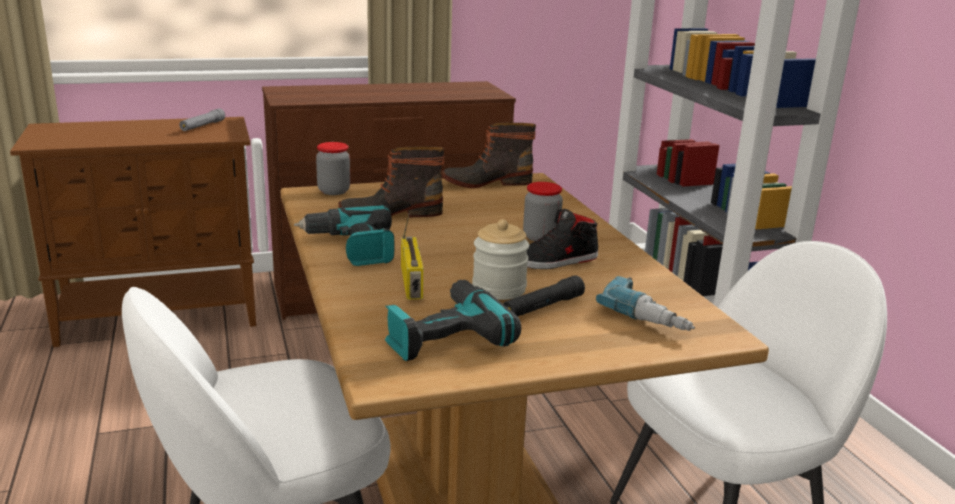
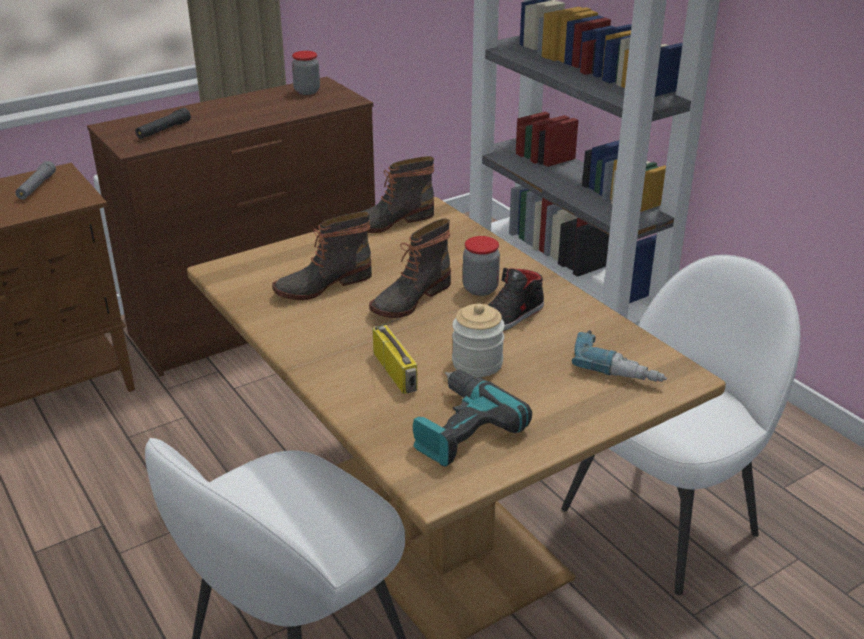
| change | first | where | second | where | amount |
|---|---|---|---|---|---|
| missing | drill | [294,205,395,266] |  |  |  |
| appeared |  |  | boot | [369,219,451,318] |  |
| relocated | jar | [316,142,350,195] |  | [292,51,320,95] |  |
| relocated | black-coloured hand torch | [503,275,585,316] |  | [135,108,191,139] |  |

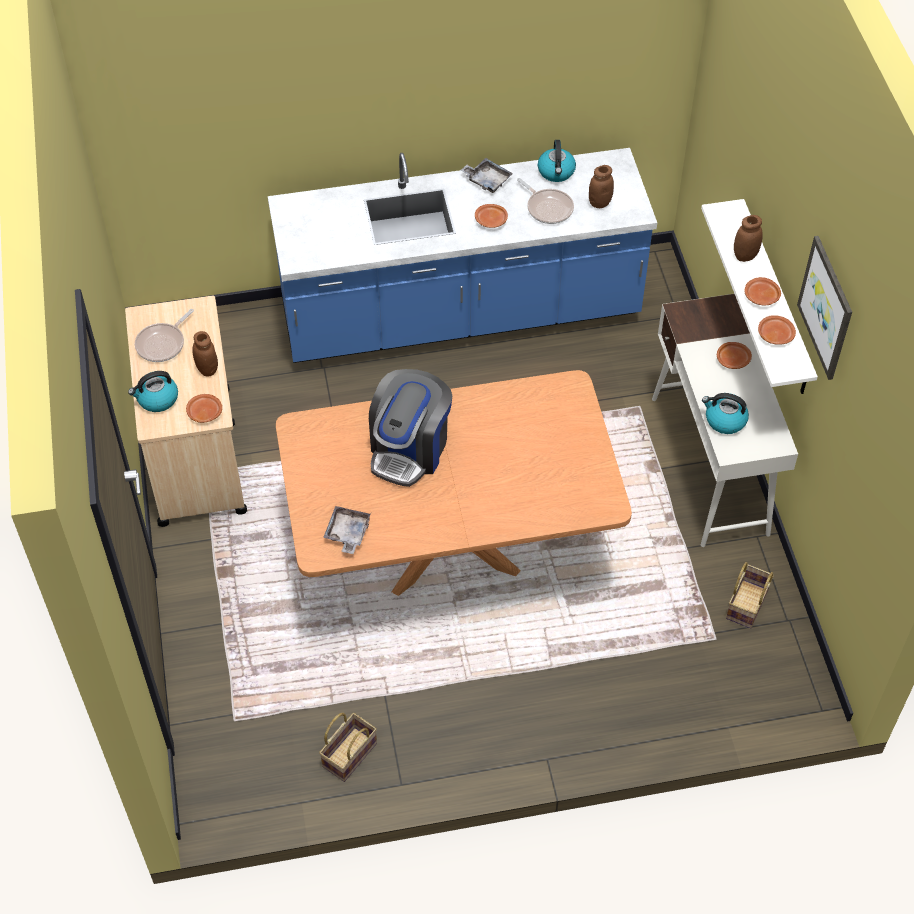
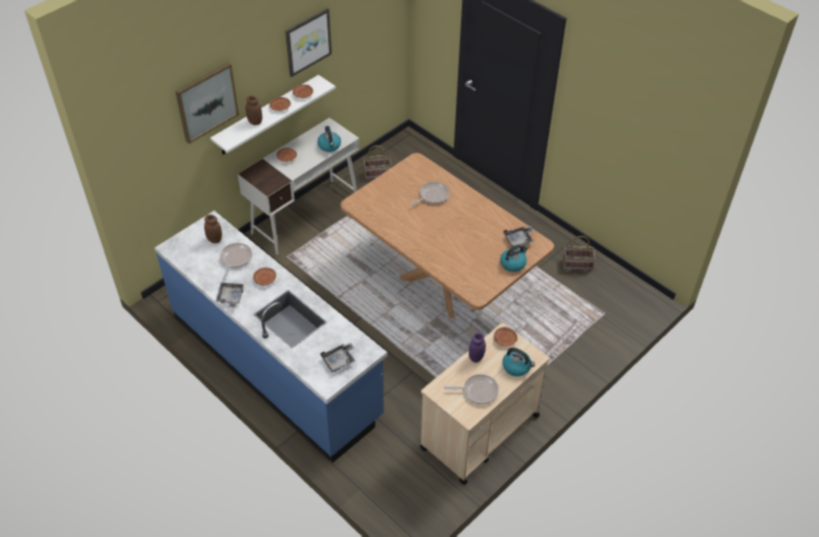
| change | first | where | second | where | amount |
|---|---|---|---|---|---|
| missing | coffee machine | [369,369,452,487] |  |  |  |
| appeared |  |  | wall picture | [175,62,239,144] |  |
| appeared |  |  | gray serving tray | [320,343,355,372] |  |
| appeared |  |  | pan | [410,182,449,206] |  |
| relocated | water kettle | [538,140,576,182] |  | [500,245,528,272] |  |
| colour | brown jar | [192,331,218,376] | purplish jar | [469,332,486,363] |  |

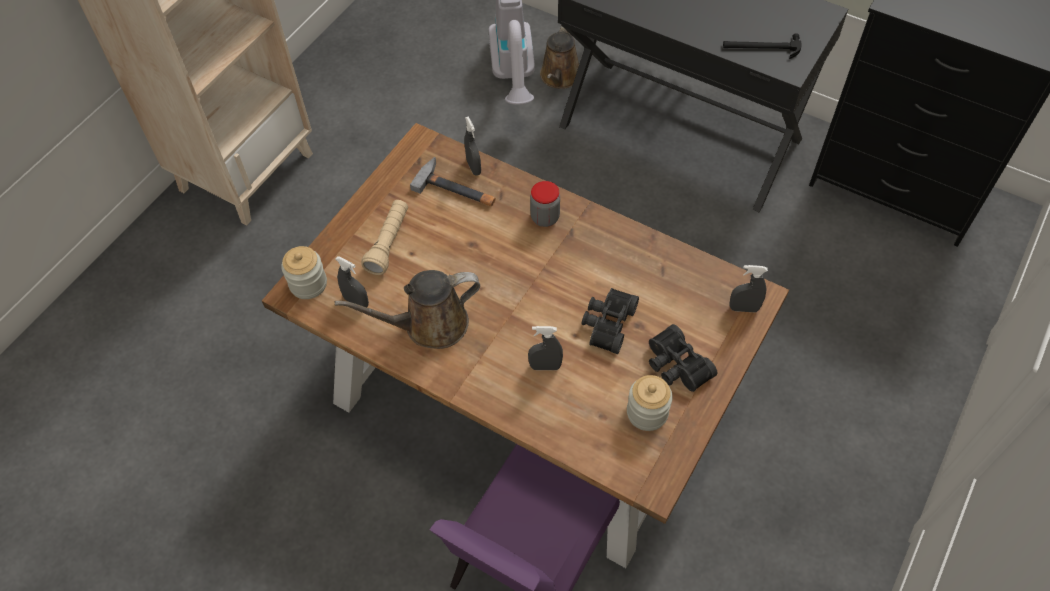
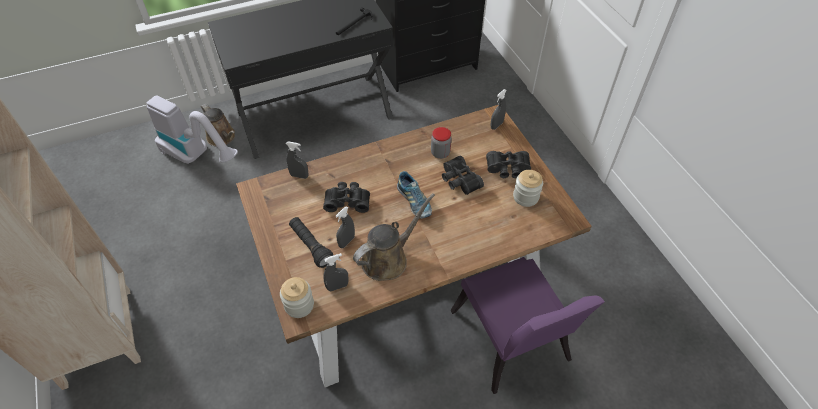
| change | first | where | second | where | amount |
|---|---|---|---|---|---|
| missing | hand hammer | [410,157,496,206] |  |  |  |
| appeared |  |  | black-coloured field glasses | [323,182,370,213] |  |
| appeared |  |  | shoe | [397,171,432,219] |  |
| relocated | gray sprayer | [528,326,563,370] |  | [335,206,355,248] |  |
| relocated | jar | [530,181,560,227] |  | [431,127,452,159] |  |
| colour | beige hand torch | [361,200,408,275] | black-coloured hand torch | [289,217,334,268] |  |
| spun | brown watering pot | [335,270,480,349] |  | [353,193,435,281] | 150 degrees counterclockwise |

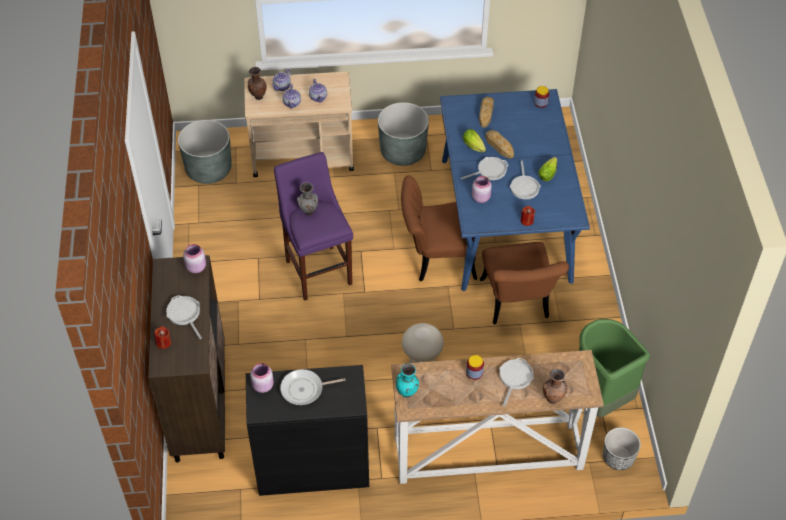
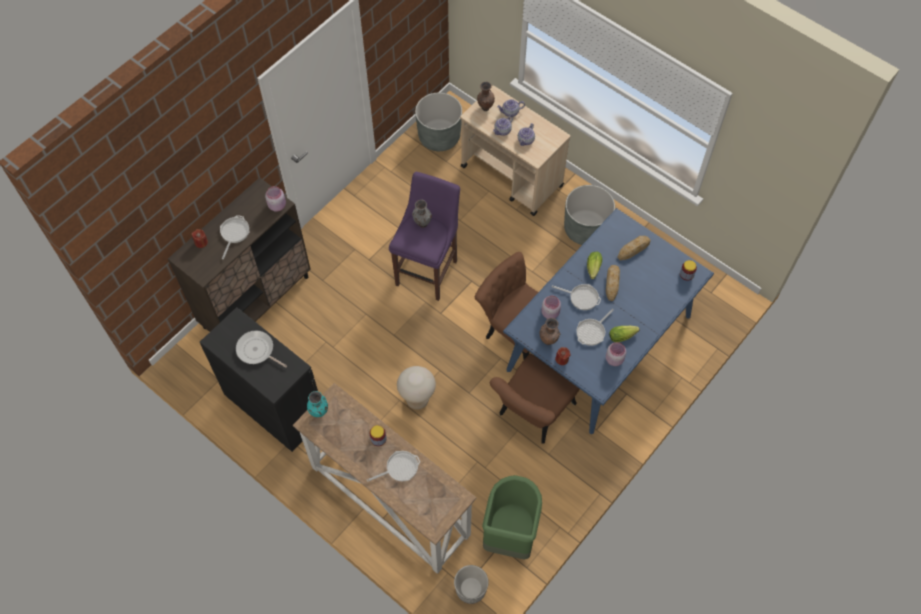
| change | first | where | second | where | amount |
|---|---|---|---|---|---|
| relocated | pink-coloured jar | [250,363,274,393] |  | [606,342,626,366] |  |
| relocated | brown vase | [543,369,568,404] |  | [539,318,560,345] |  |

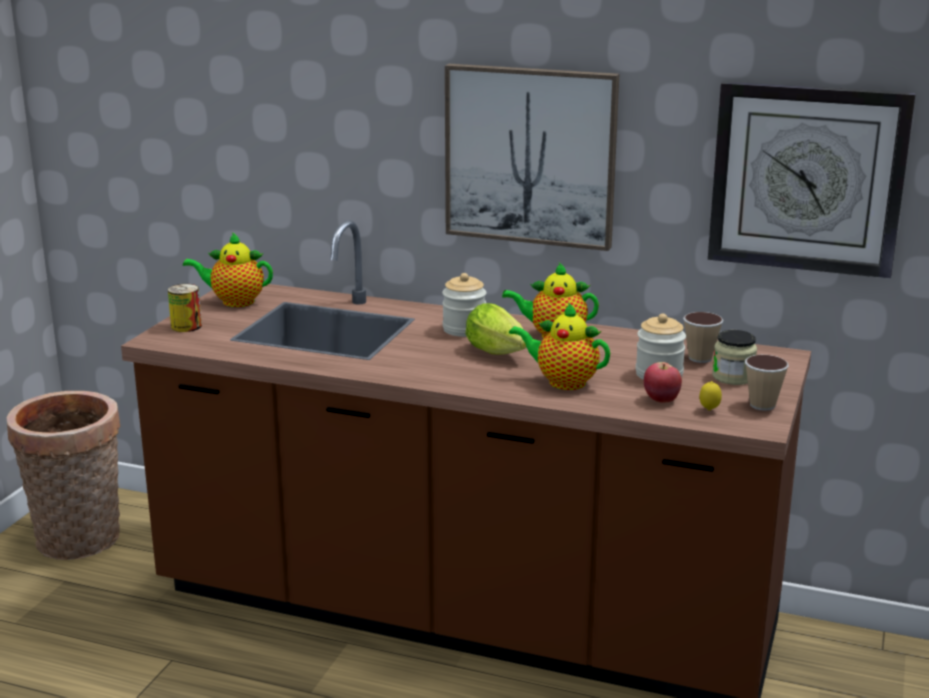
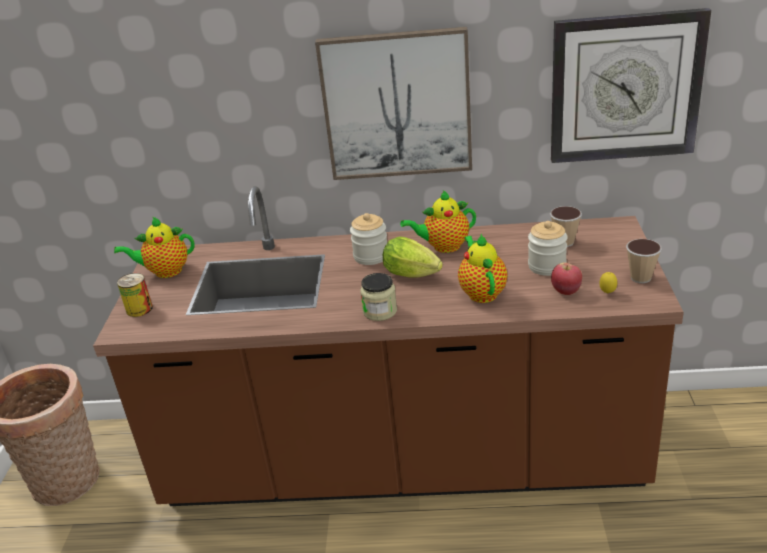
| change | first | where | second | where | amount |
|---|---|---|---|---|---|
| relocated | jar | [712,330,757,385] |  | [360,273,397,321] |  |
| spun | tea pot | [509,302,610,390] |  | [458,234,507,303] | 75 degrees clockwise |

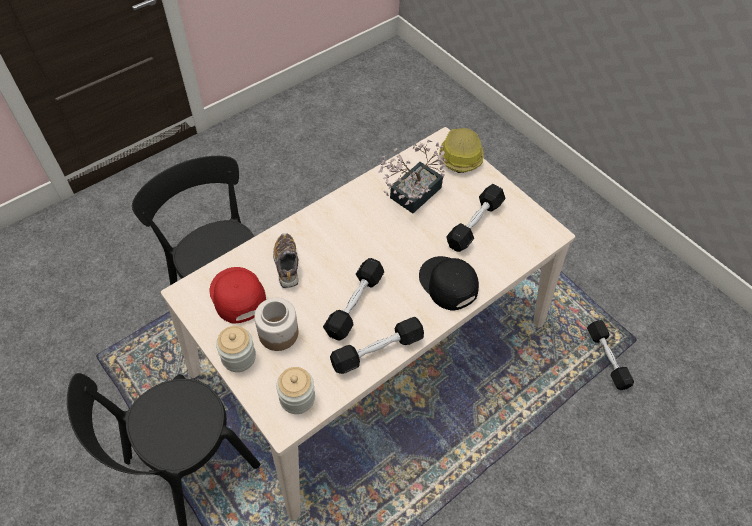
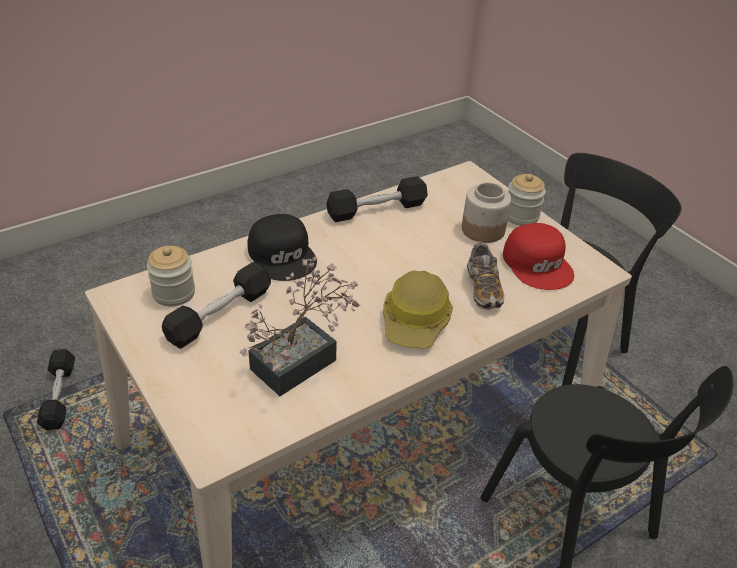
| change | first | where | second | where | amount |
|---|---|---|---|---|---|
| missing | black-coloured hand weight | [323,258,384,340] |  |  |  |
| relocated | jar | [276,367,315,414] |  | [147,246,195,306] |  |
| relocated | hard hat | [439,128,484,173] |  | [383,271,453,349] |  |

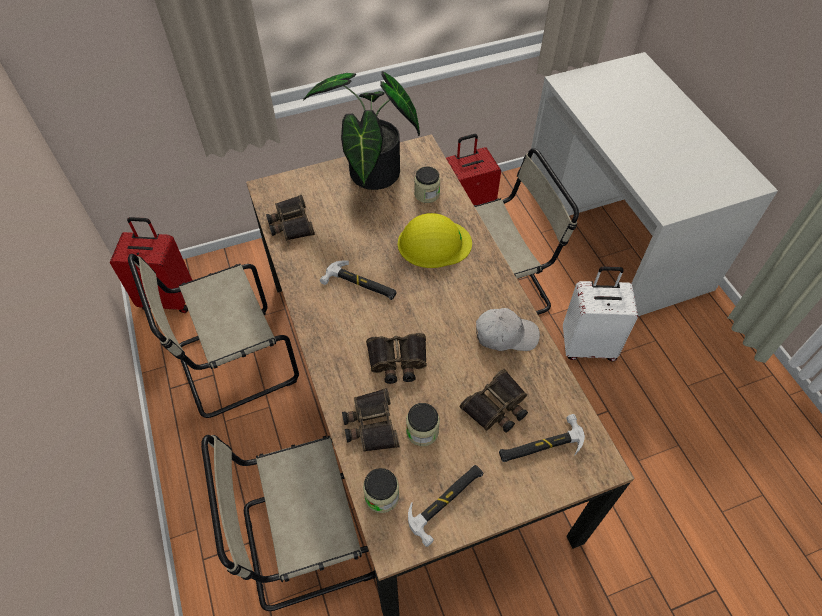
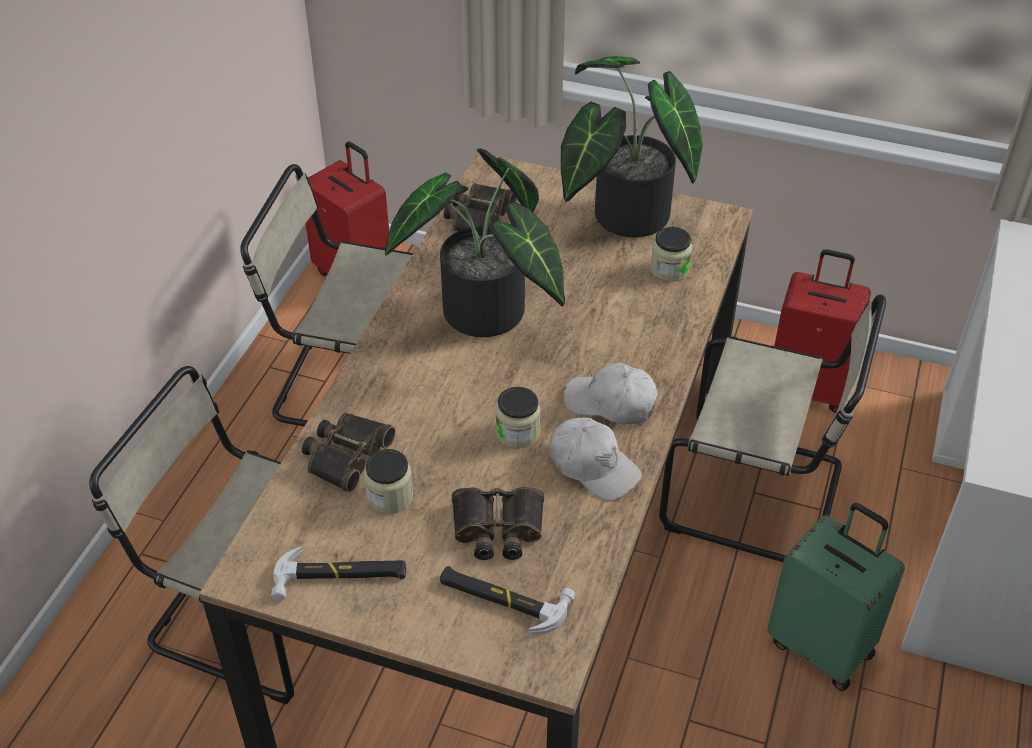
| change | first | where | second | where | amount |
|---|---|---|---|---|---|
| missing | field glasses | [366,333,427,384] |  |  |  |
| missing | yellow-coloured hard hat | [398,213,472,268] |  |  |  |
| appeared |  |  | white baseball cap | [564,363,658,424] |  |
| relocated | jar | [363,468,399,513] |  | [496,387,541,449] |  |
| exchanged | hand hammer | [320,260,396,300] | houseplant | [385,148,565,337] |  |
| colour | white piece of luggage | [563,266,638,361] | greenish piece of luggage | [767,503,905,691] |  |

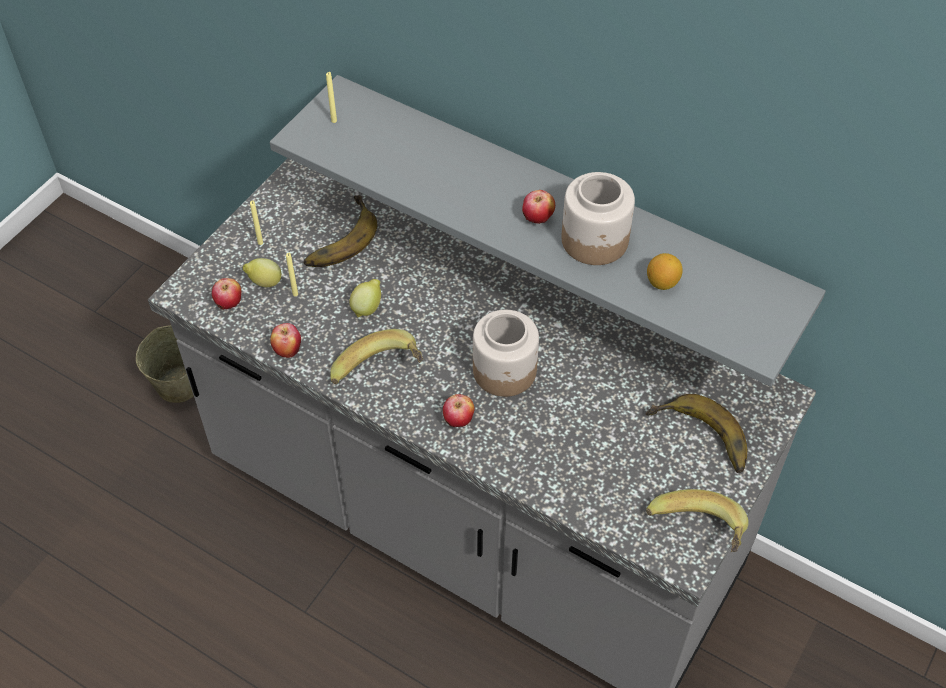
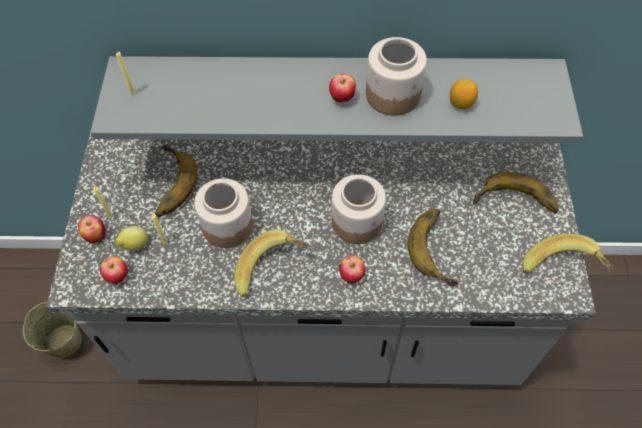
| change | first | where | second | where | amount |
|---|---|---|---|---|---|
| appeared |  |  | banana fruit | [408,209,458,286] |  |
| relocated | apple fruit | [270,323,301,358] |  | [78,215,105,243] |  |
| exchanged | citrus fruit | [350,279,381,317] | jar | [194,178,253,248] |  |

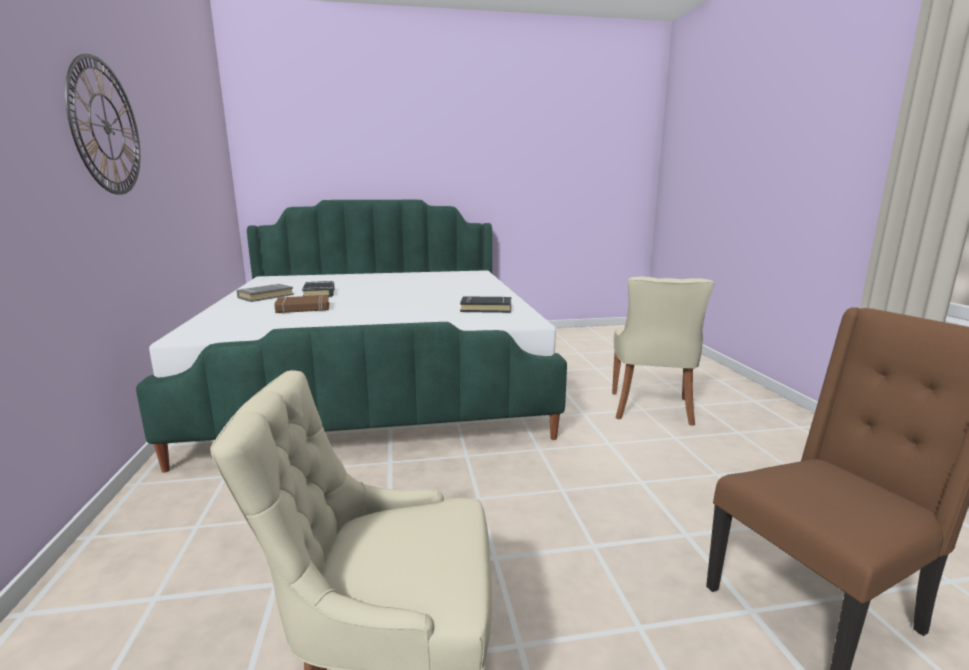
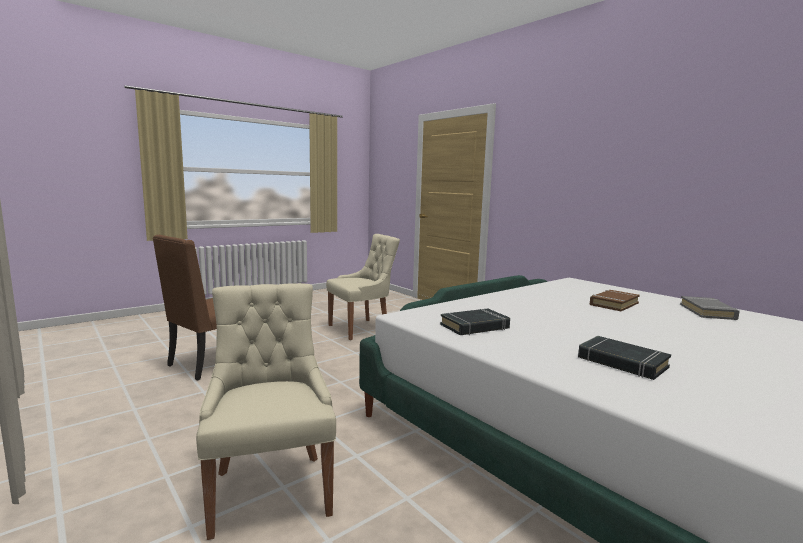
| change | first | where | second | where | amount |
|---|---|---|---|---|---|
| missing | hanging clock | [65,54,140,195] |  |  |  |
| relocated | black-coloured bound book | [302,281,335,297] |  | [578,336,671,380] |  |

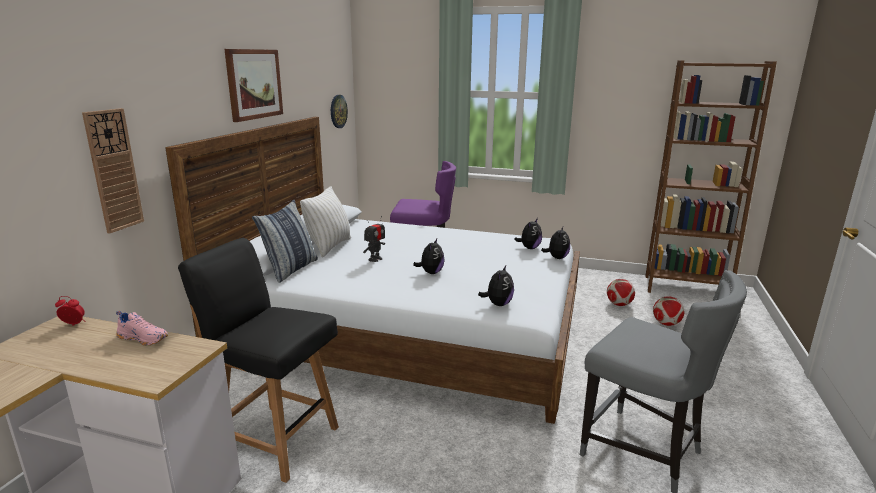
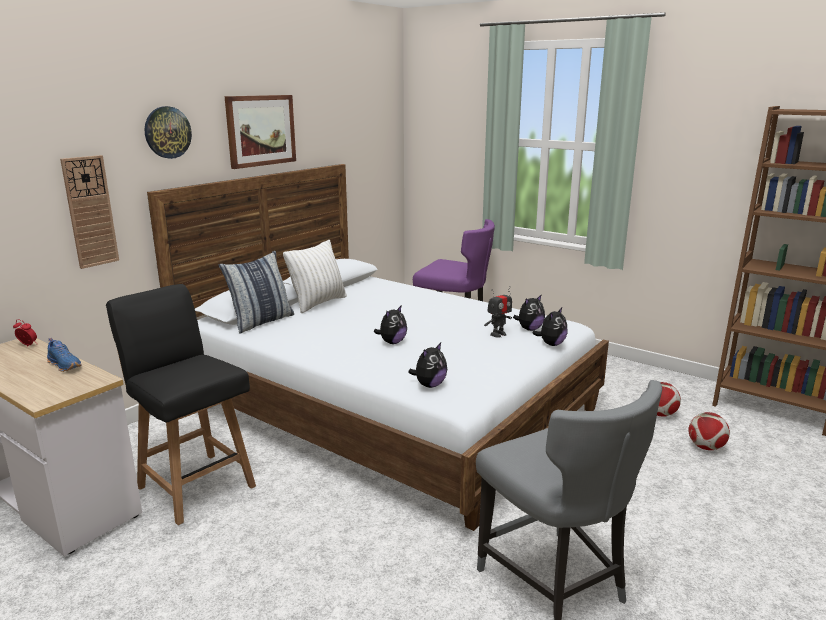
| change | first | where | second | where | amount |
|---|---|---|---|---|---|
| relocated | hanging clock | [331,95,348,128] |  | [145,106,192,159] |  |
| relocated | toy robot | [363,216,385,262] |  | [484,286,512,338] |  |
| colour | pink-coloured shoe | [116,311,168,346] | blue-coloured shoe | [47,338,82,372] |  |

